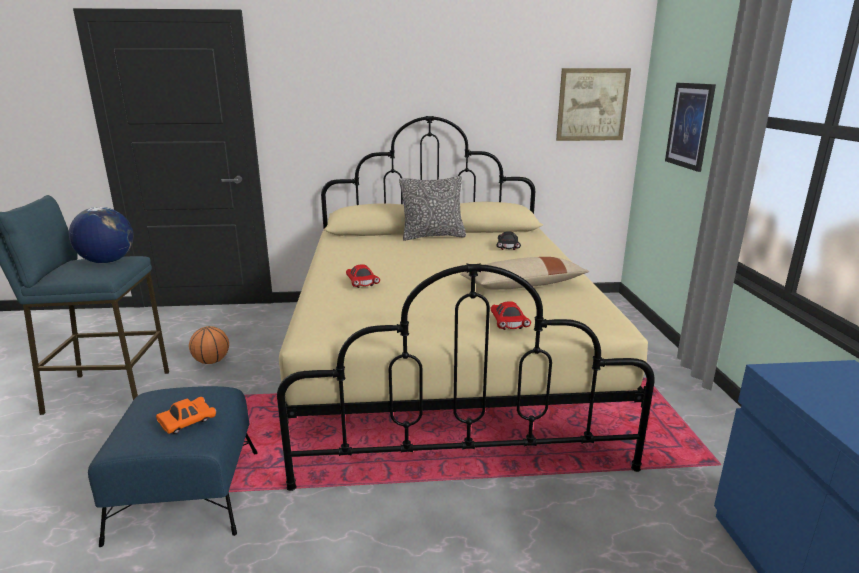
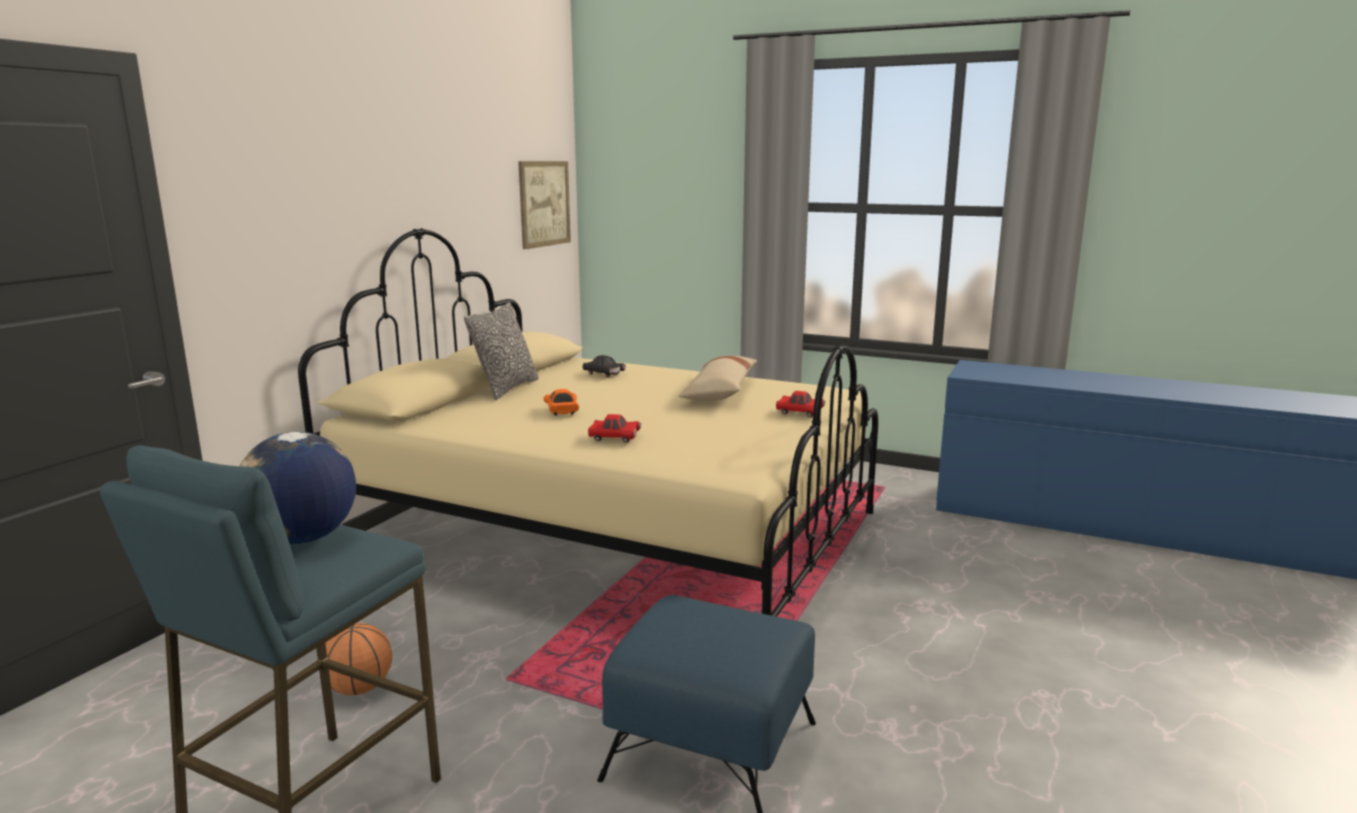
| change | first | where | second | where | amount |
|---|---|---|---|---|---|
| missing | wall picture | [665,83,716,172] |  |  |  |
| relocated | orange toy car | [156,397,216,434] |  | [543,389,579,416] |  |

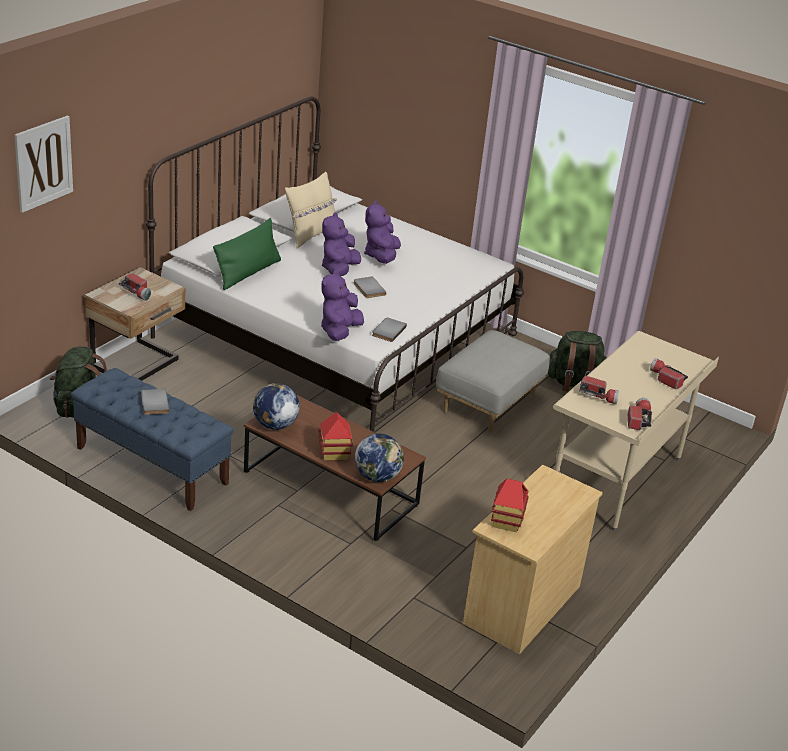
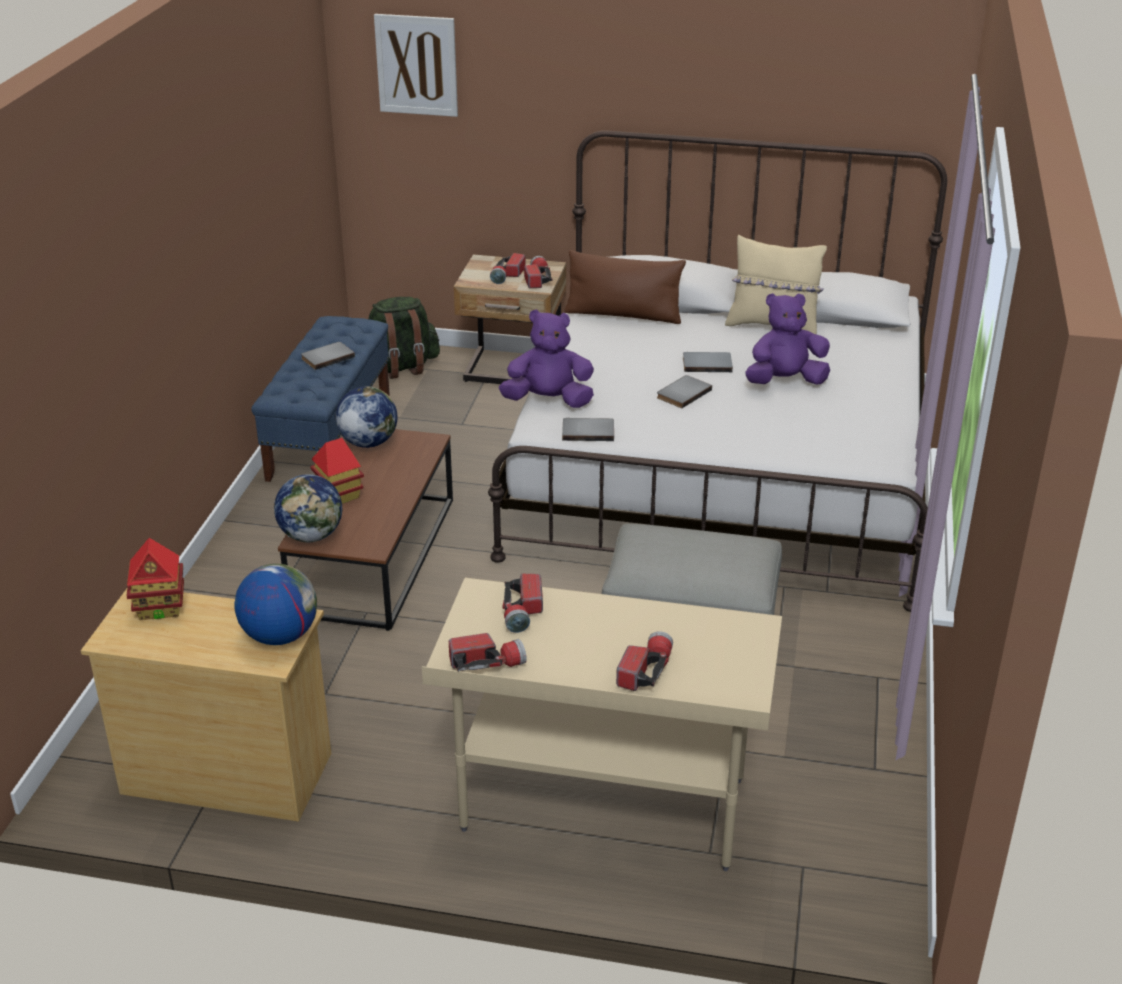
| change | first | where | second | where | amount |
|---|---|---|---|---|---|
| missing | greenish backpack | [548,331,607,392] |  |  |  |
| appeared |  |  | globe | [234,564,317,645] |  |
| appeared |  |  | hand torch | [524,256,552,288] |  |
| exchanged | purplish soft toy | [322,212,361,276] | gray bound book | [683,352,733,372] |  |
| colour | greenish throw pillow | [213,218,281,290] | brown throw pillow | [564,250,686,324] |  |

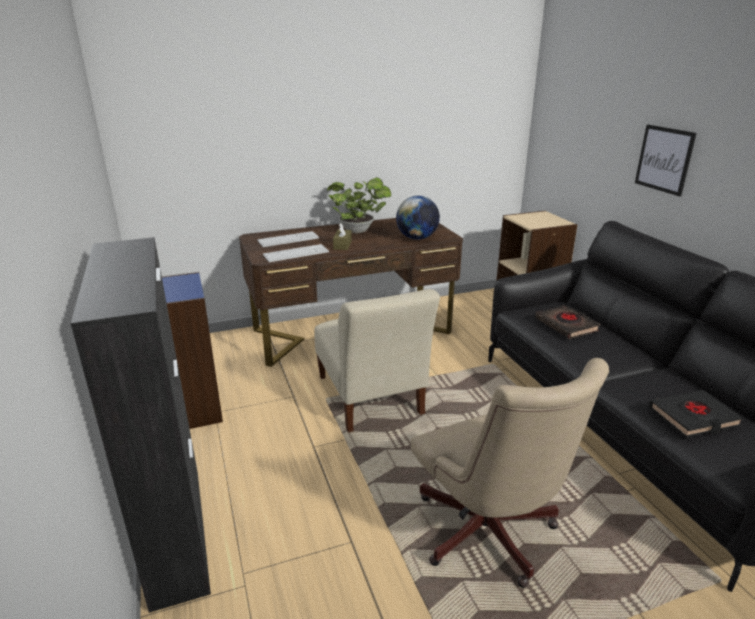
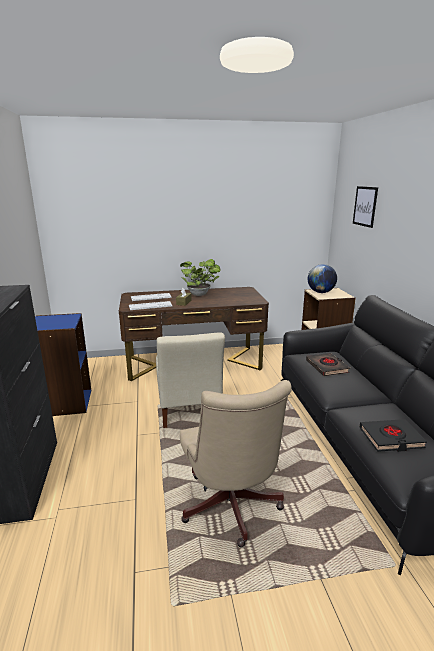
| change | first | where | second | where | amount |
|---|---|---|---|---|---|
| relocated | globe | [396,196,440,240] |  | [308,264,337,293] |  |
| relocated | wall picture | [635,125,697,197] |  | [353,186,378,228] |  |

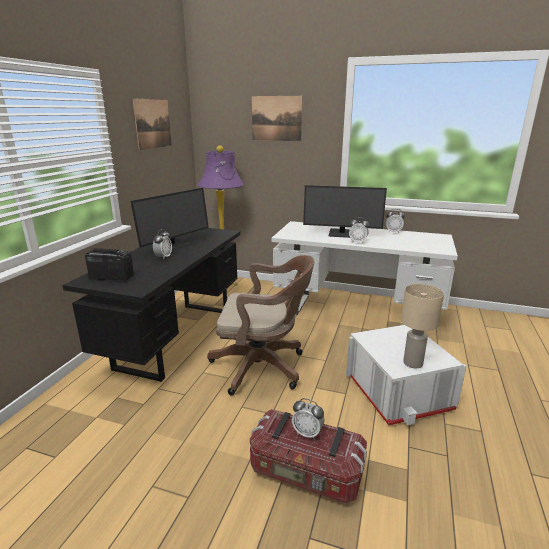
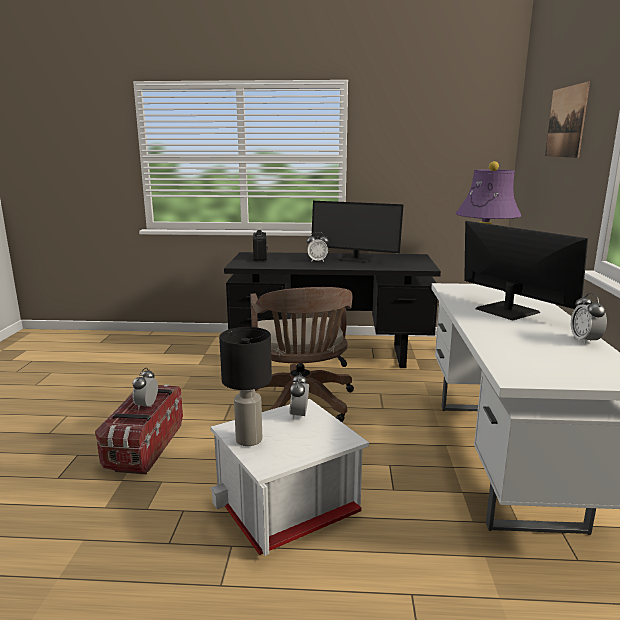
| change | first | where | second | where | amount |
|---|---|---|---|---|---|
| missing | wall picture | [132,98,172,150] |  |  |  |
| relocated | table clock | [349,217,369,243] |  | [290,372,309,420] |  |
| colour | beige tabletop lamp | [401,284,444,368] | black-coloured tabletop lamp | [219,327,272,446] |  |
| spun | monitor | [303,185,387,238] |  | [464,221,588,320] | 150 degrees clockwise |

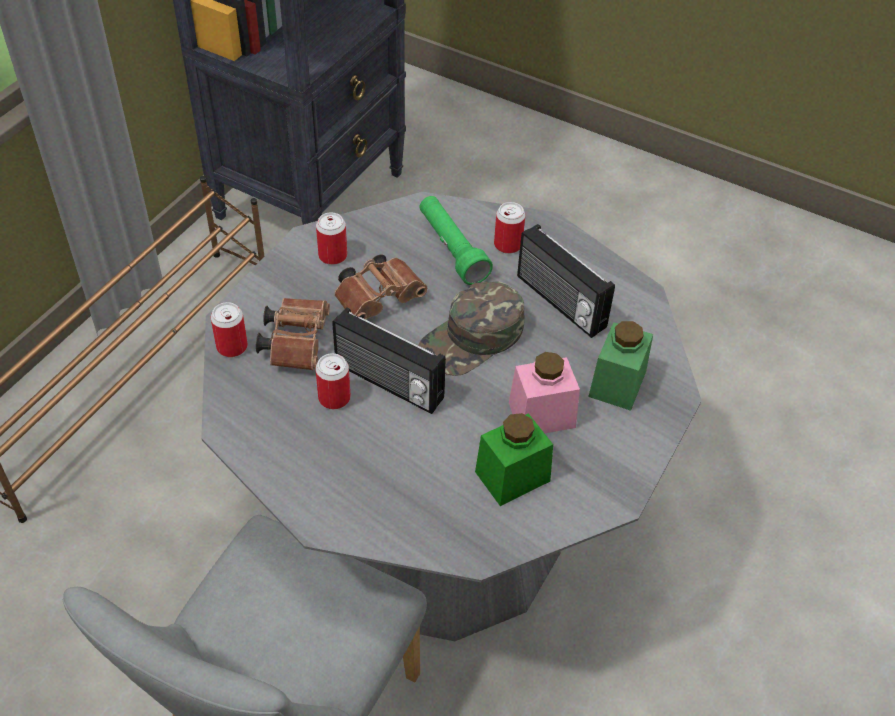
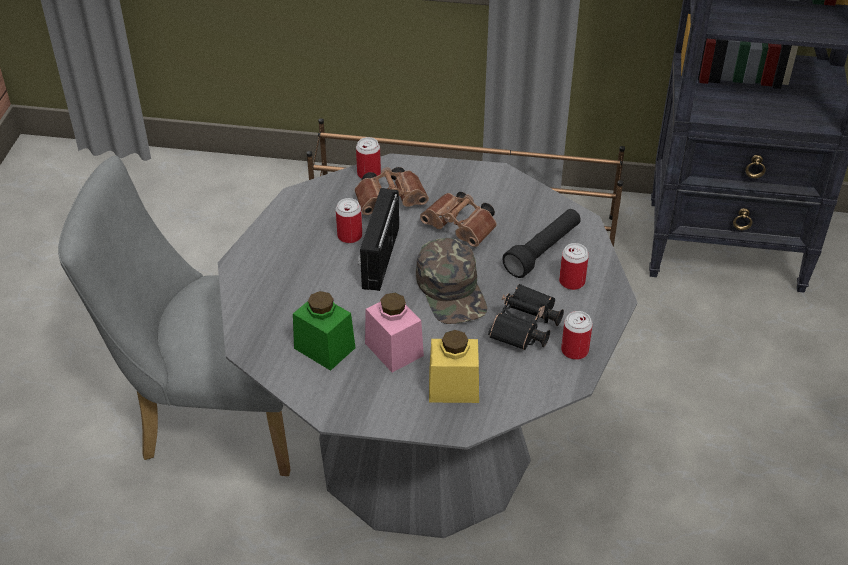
| change | first | where | second | where | amount |
|---|---|---|---|---|---|
| relocated | sealed can | [316,213,347,265] |  | [561,311,593,360] |  |
| exchanged | radio set | [517,224,615,338] | black-coloured field glasses | [488,284,564,350] |  |
| colour | greenish hand torch | [420,196,493,285] | black-coloured hand torch | [502,209,581,278] |  |
| colour | greenish jar | [588,321,653,411] | yellow-coloured jar | [429,330,479,403] |  |
| spun | greenish baseball cap | [418,281,525,376] |  | [416,238,487,324] | 135 degrees counterclockwise |

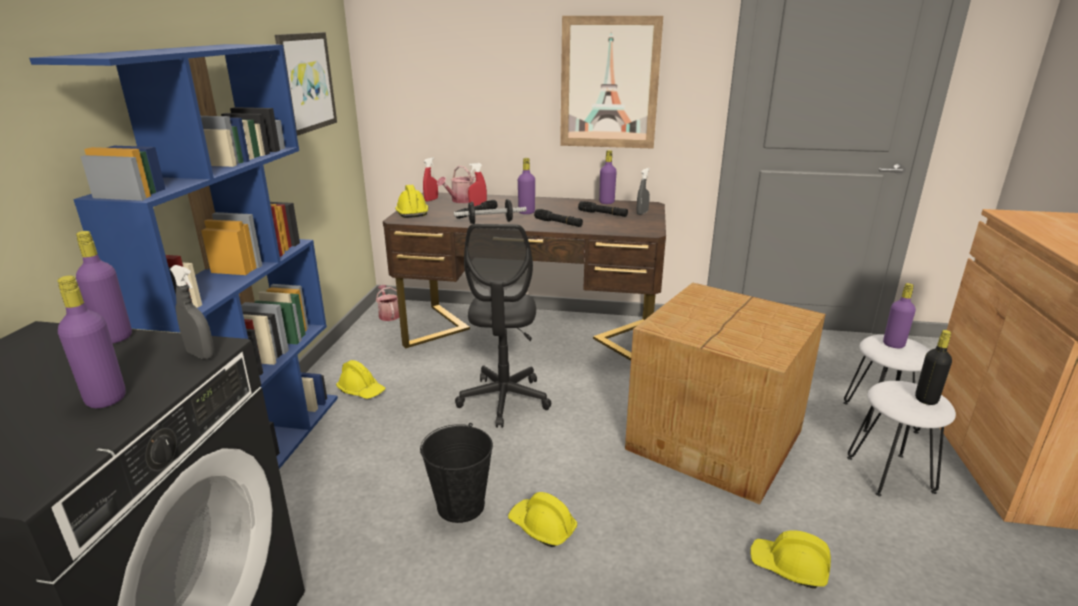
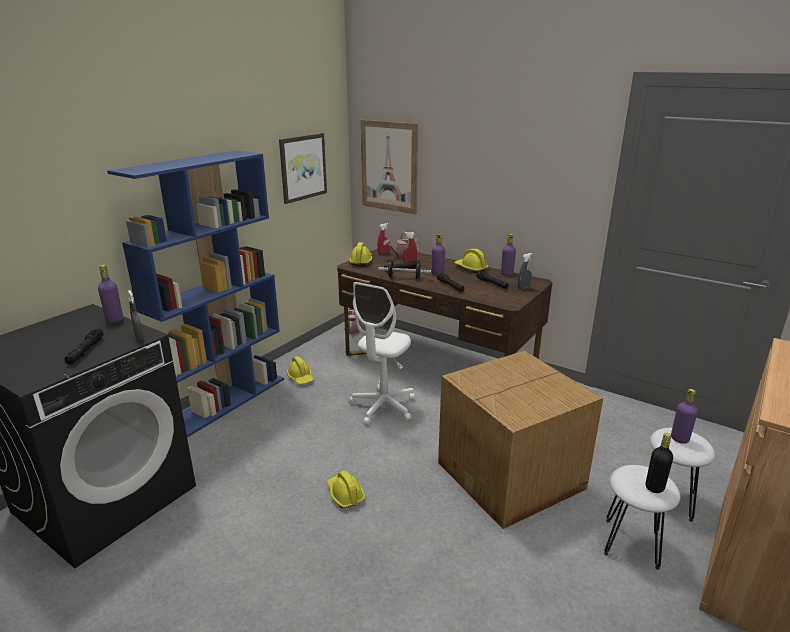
| change | first | where | second | where | amount |
|---|---|---|---|---|---|
| missing | black-coloured bucket | [420,423,493,523] |  |  |  |
| relocated | wall picture | [560,16,663,149] |  | [360,120,418,214] |  |
| relocated | yellow-coloured hard hat | [750,530,831,589] |  | [454,248,489,273] |  |
| exchanged | purplish bottle | [57,276,126,408] | black-coloured hand torch | [64,328,104,365] |  |
| colour | black-coloured office chair | [455,224,552,428] | white office chair | [349,282,415,425] |  |

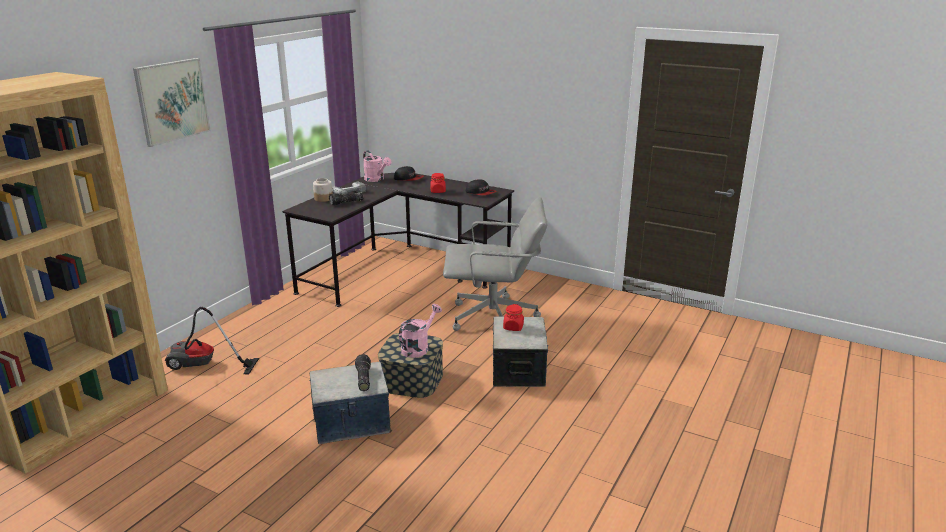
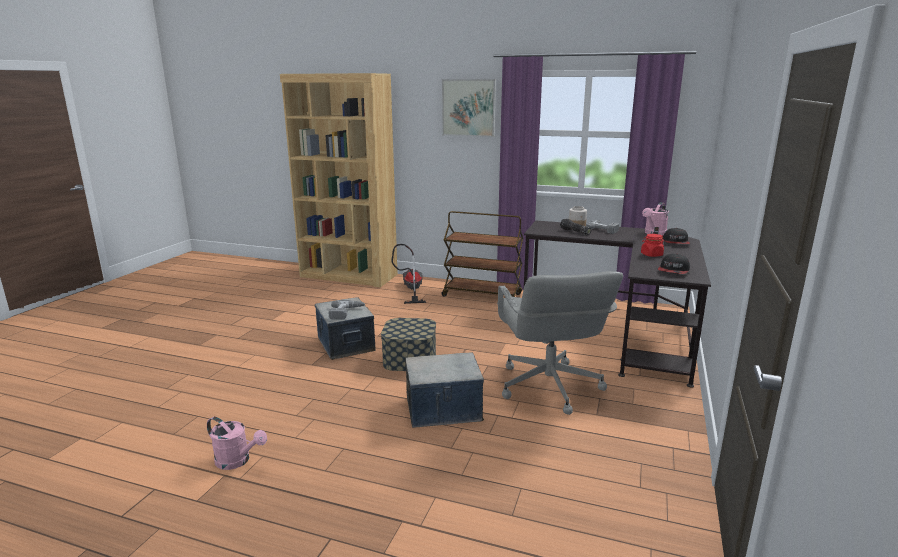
| change | first | where | second | where | amount |
|---|---|---|---|---|---|
| missing | reddish jar | [503,304,524,331] |  |  |  |
| appeared |  |  | brown trolley | [441,211,523,297] |  |
| relocated | pink-coloured watering pot | [399,304,442,358] |  | [207,417,267,470] |  |
| exchanged | hand torch | [355,354,371,391] | drill | [328,300,365,319] |  |

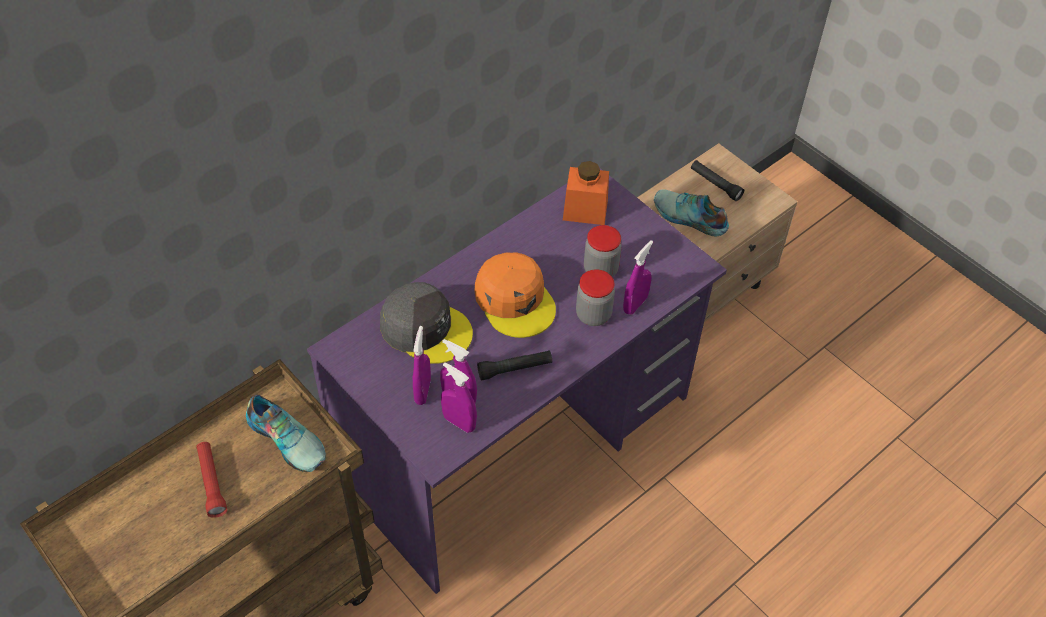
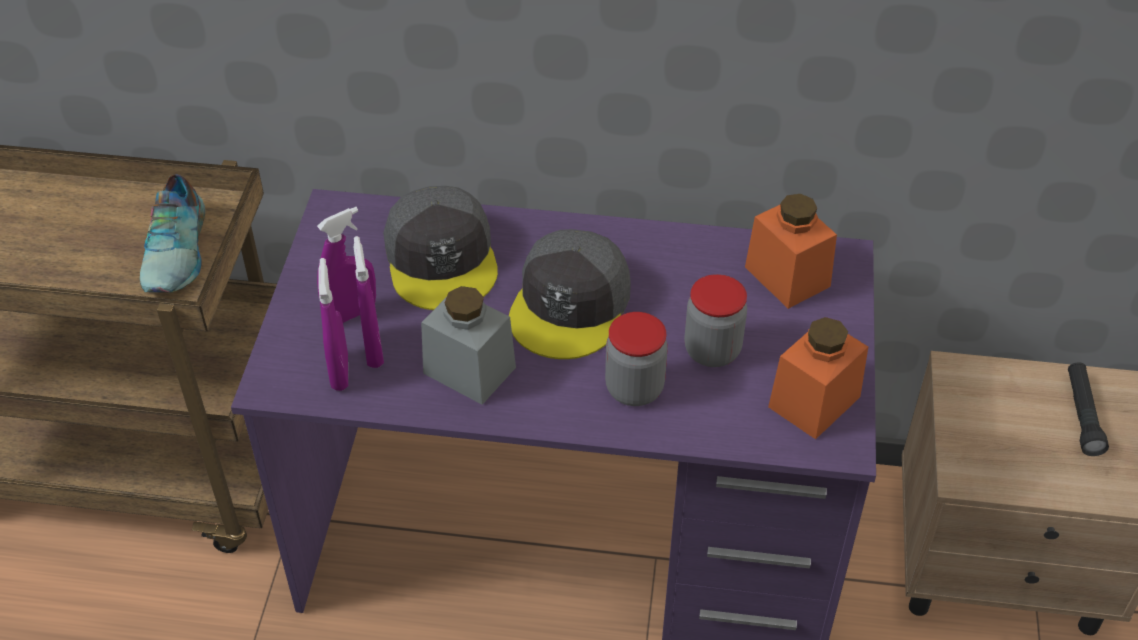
| change | first | where | second | where | amount |
|---|---|---|---|---|---|
| missing | reddish hand torch | [196,442,227,518] |  |  |  |
| missing | purplish sprayer | [623,240,653,315] |  |  |  |
| missing | shoe | [654,189,729,237] |  |  |  |
| appeared |  |  | orange jar | [768,317,868,439] |  |
| exchanged | black-coloured hand torch | [477,350,552,380] | gray jar | [421,286,516,405] |  |
| colour | orange baseball cap | [474,252,556,338] | gray baseball cap | [509,229,631,359] |  |

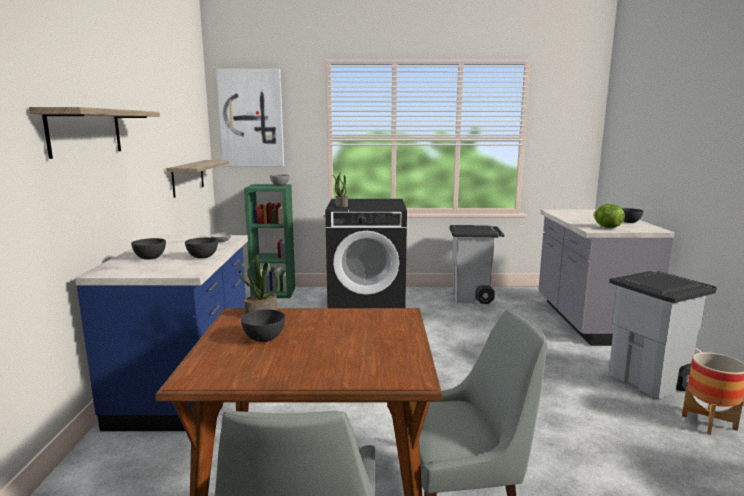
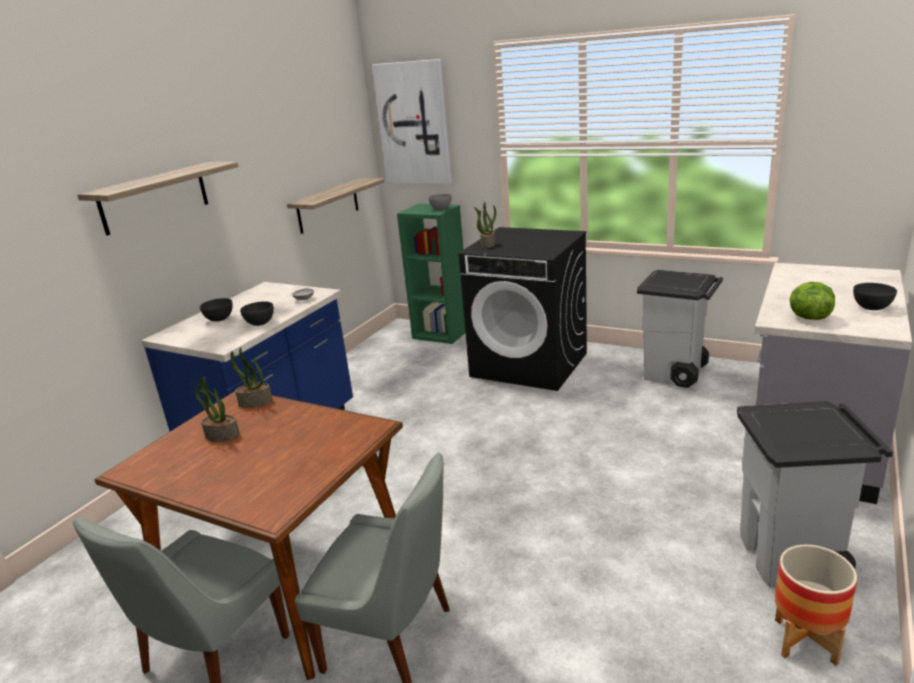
| change | first | where | second | where | amount |
|---|---|---|---|---|---|
| exchanged | gray serving bowl | [241,309,285,342] | houseplant | [195,377,240,442] |  |

